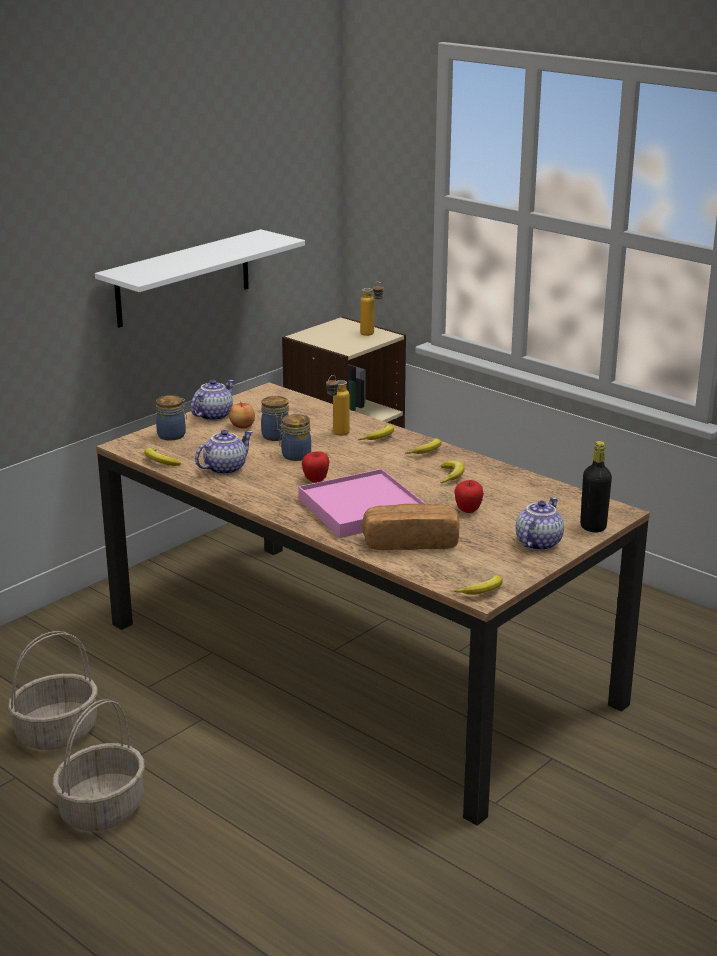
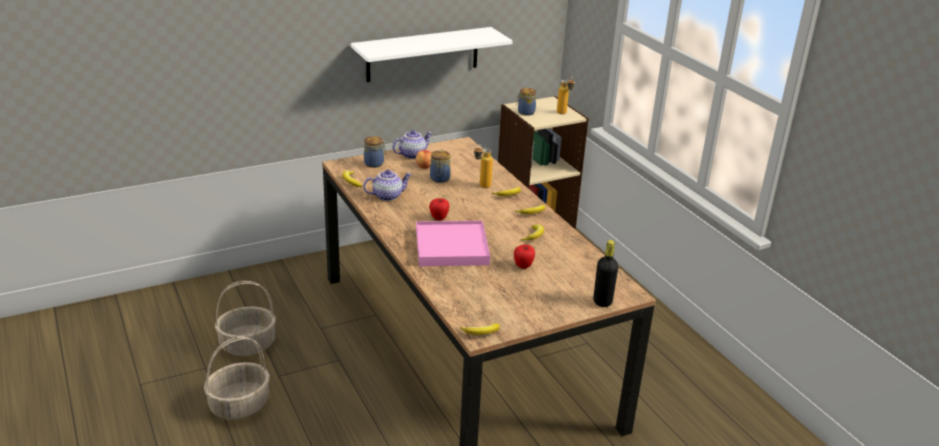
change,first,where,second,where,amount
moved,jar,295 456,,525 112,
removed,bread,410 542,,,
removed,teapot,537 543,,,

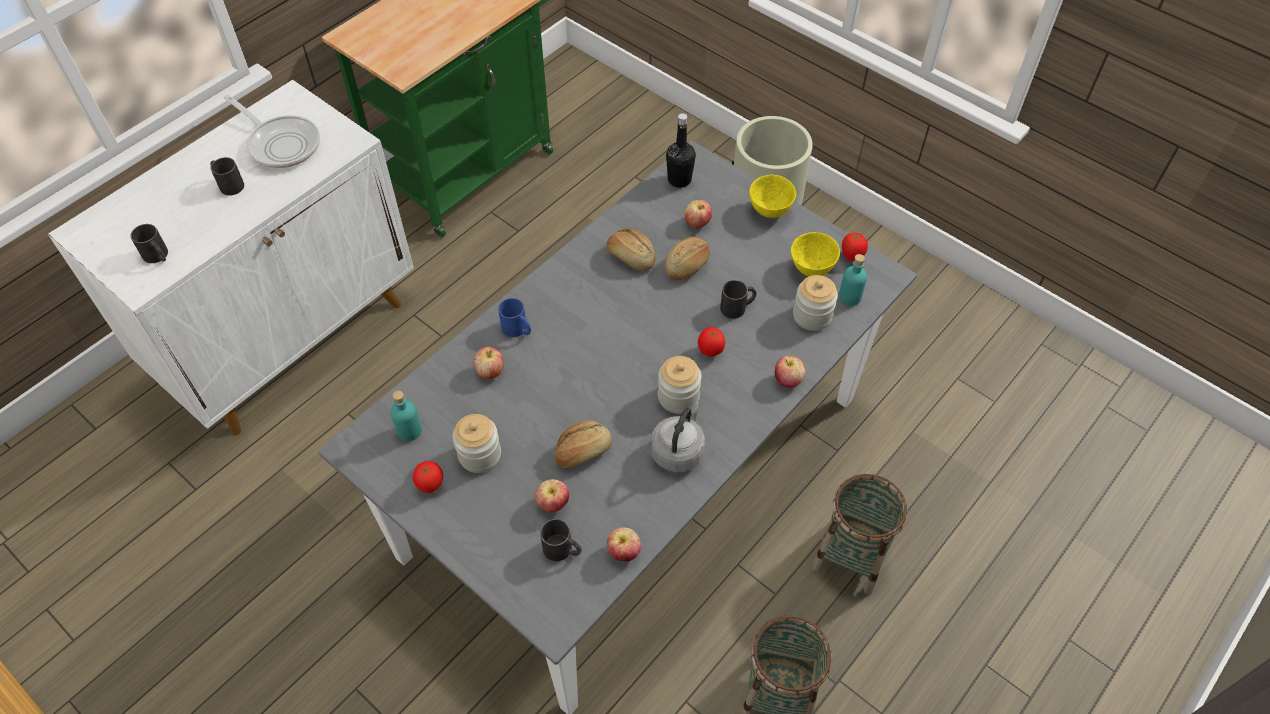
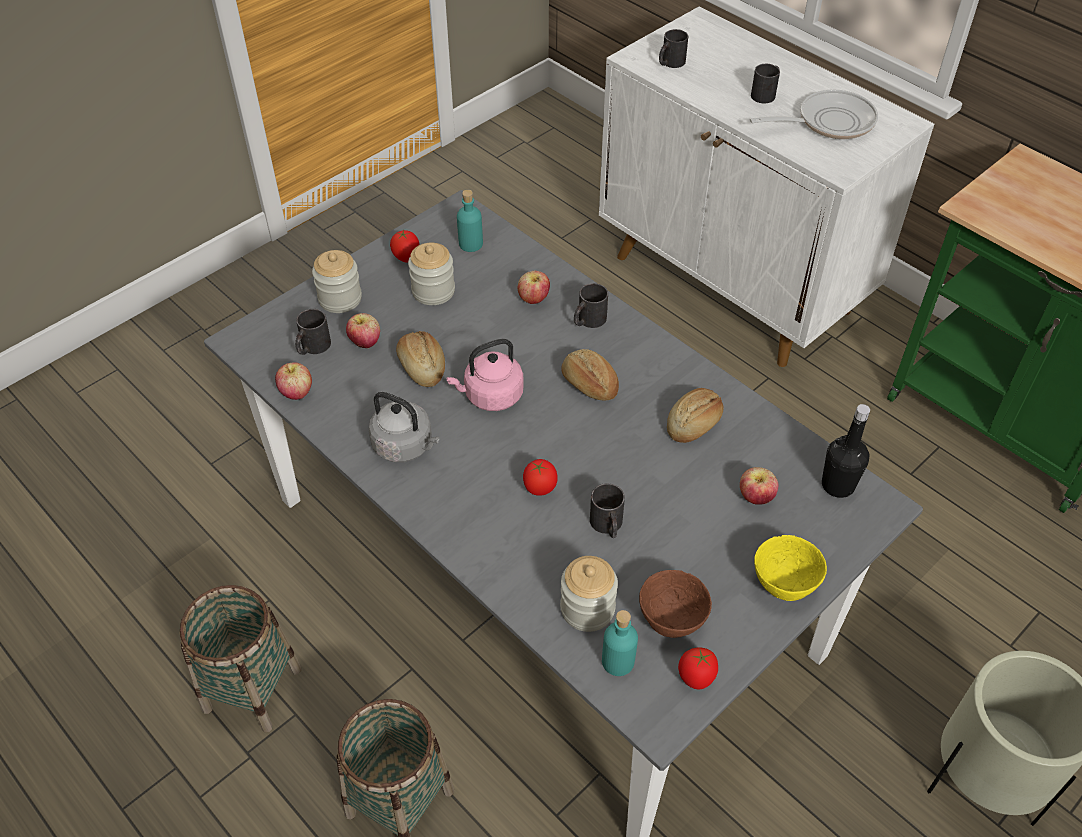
change,first,where,second,where,amount
moved,jar,678 397,,340 299,
added,,,kettle (pink),490 396,
moved,bread,688 265,,588 385,
recoloured,mug (blue),518 329,mug (black),588 321,
recoloured,bowl (yellow),812 269,bowl (brown),671 622,
turned,frying pan,281 143,,829 122,150 degrees counterclockwise
removed,apple,787 380,,,

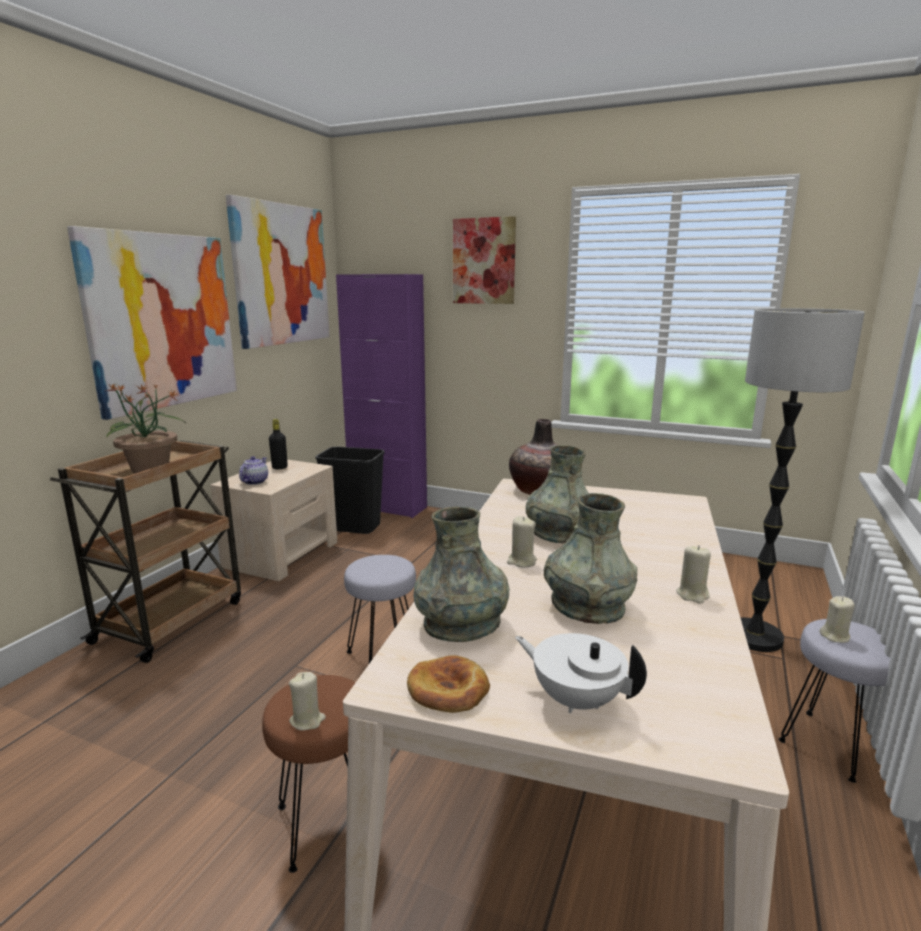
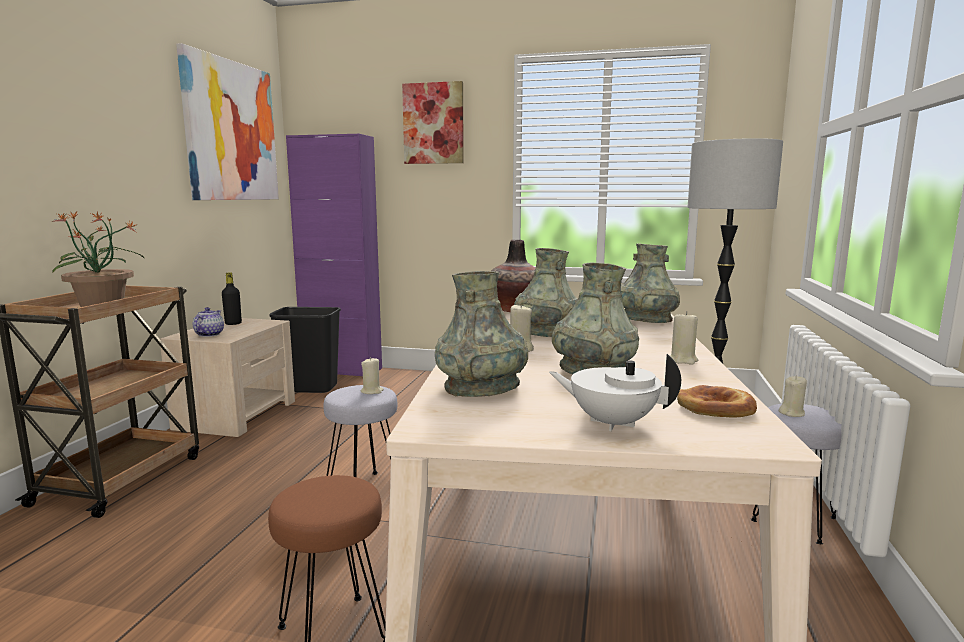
change,first,where,second,where,amount
moved,candle (beige),307 720,,372 391,
added,,,vase (grey),646 320,
moved,bread,448 689,,715 408,
removed,picture,162 321,,,

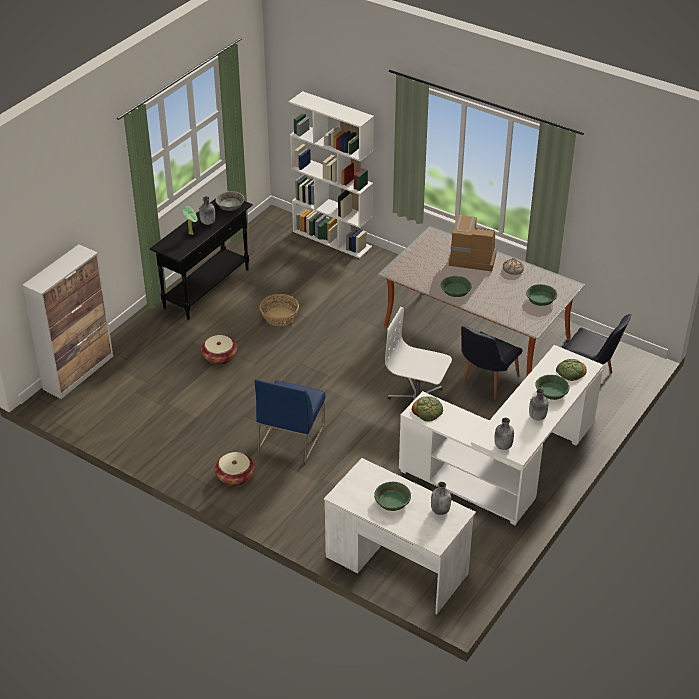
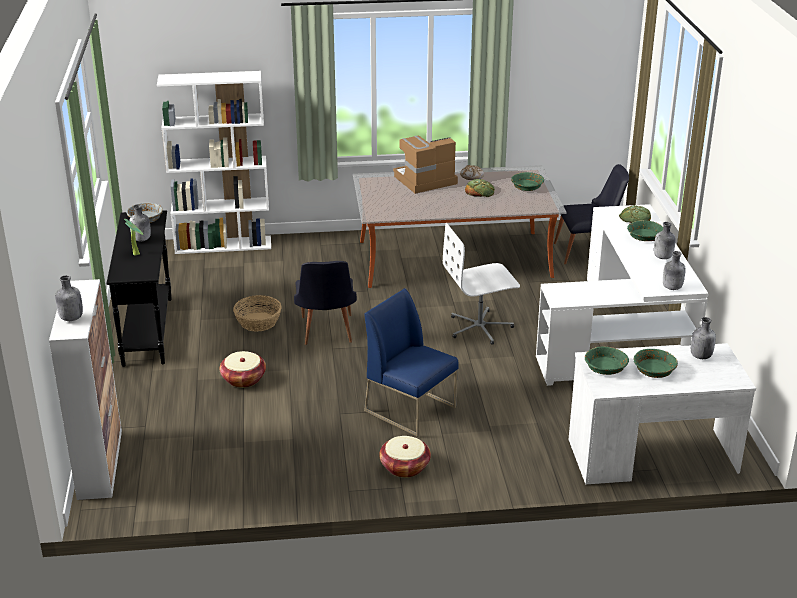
change,first,where,second,where,amount
added,,,bottle (grey),71 318,
moved,chair (black),485 383,,326 333,
turned,chair (blue),291 437,,411 409,150 degrees clockwise
moved,bread,427 410,,480 191,
moved,bowl (green),455 291,,605 368,

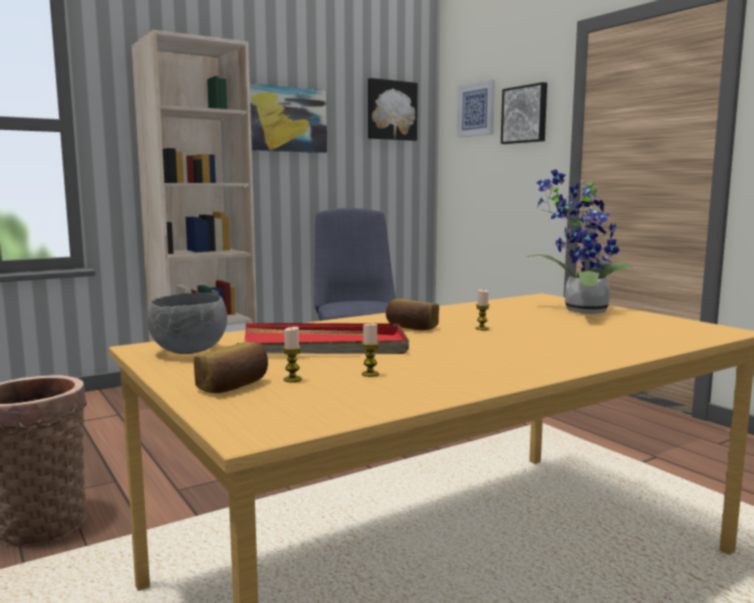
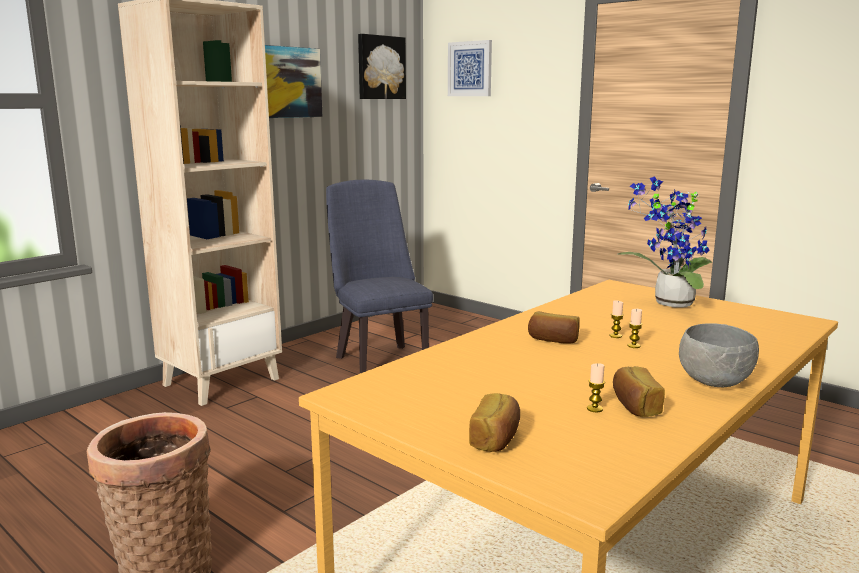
change,first,where,second,where,amount
added,,,bread,634 406,
moved,candle,292 379,,633 346,
moved,bowl (grey),190 352,,716 383,
removed,tray (red),324 346,,,
removed,picture,525 114,,,

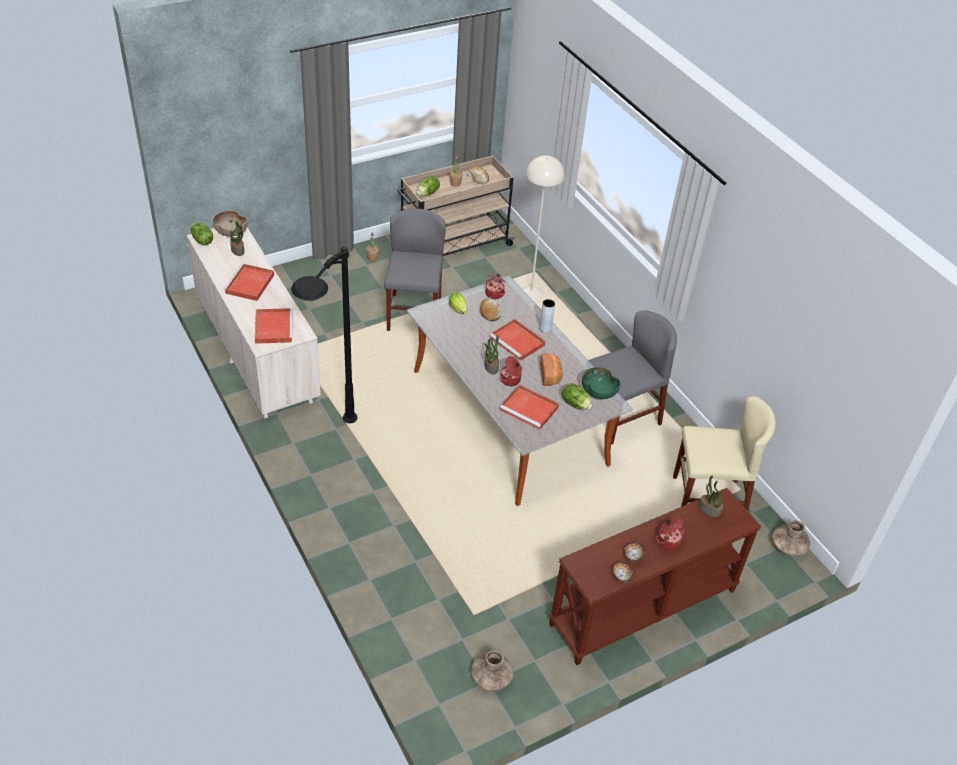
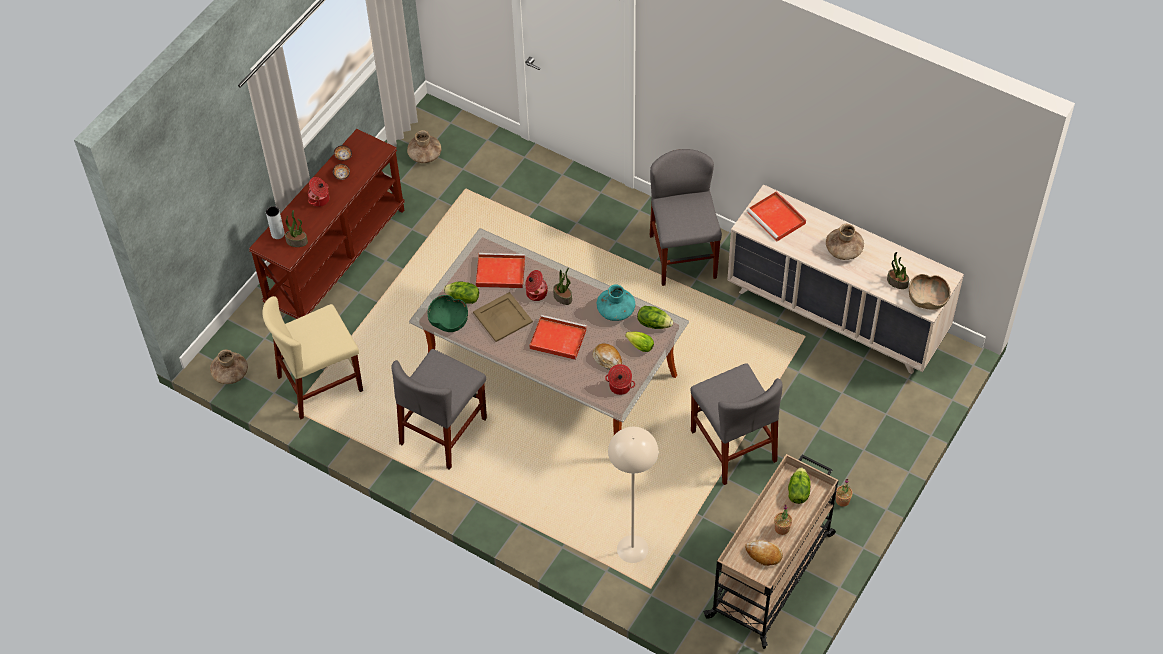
change,first,where,second,where,amount
moved,vase (grey),545 328,,278 234,
replaced,bread,550 376,tray (beige),502 317,
added,,,vase (turquoise),616 310,
moved,lettuce,202 240,,654 323,
replaced,floor lamp (black),329 450,chair (grey),683 256,
replaced,tray (red),249 285,vase (brown),843 250,

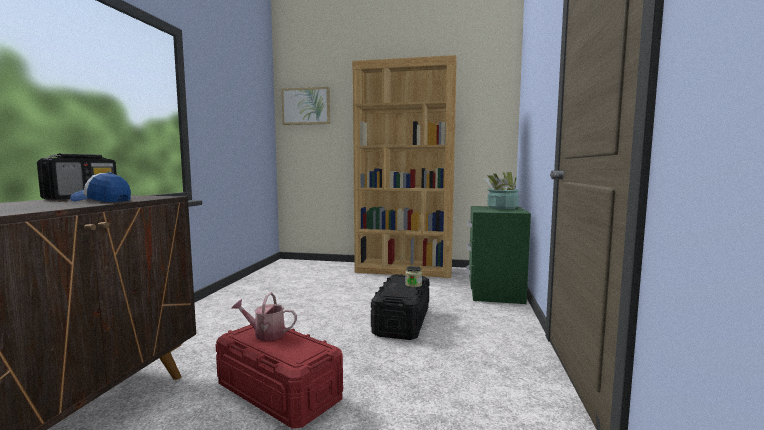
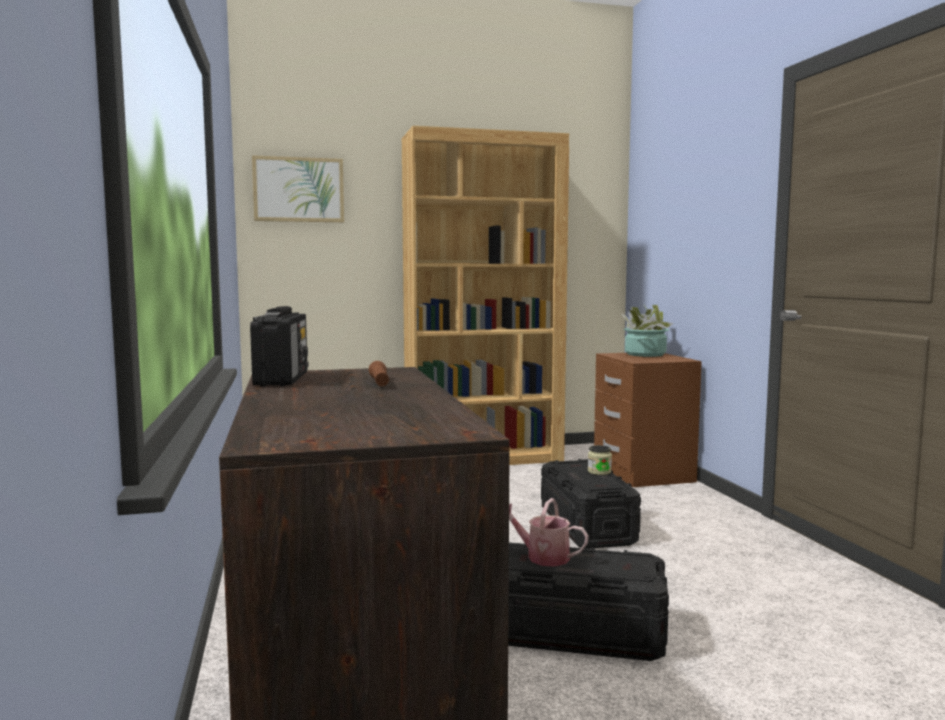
change,first,where,second,where,amount
replaced,cap,102 201,flashlight (brown),379 383,
recoloured,storage box (red),279 392,storage box (black),572 632,
turned,watering can,265 334,,542 557,45 degrees clockwise
recoloured,nightstand (green),494 292,nightstand (brown),642 473,

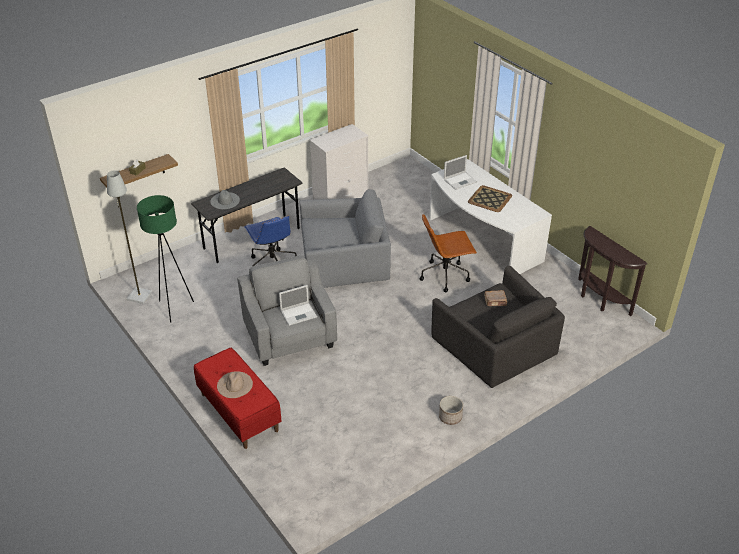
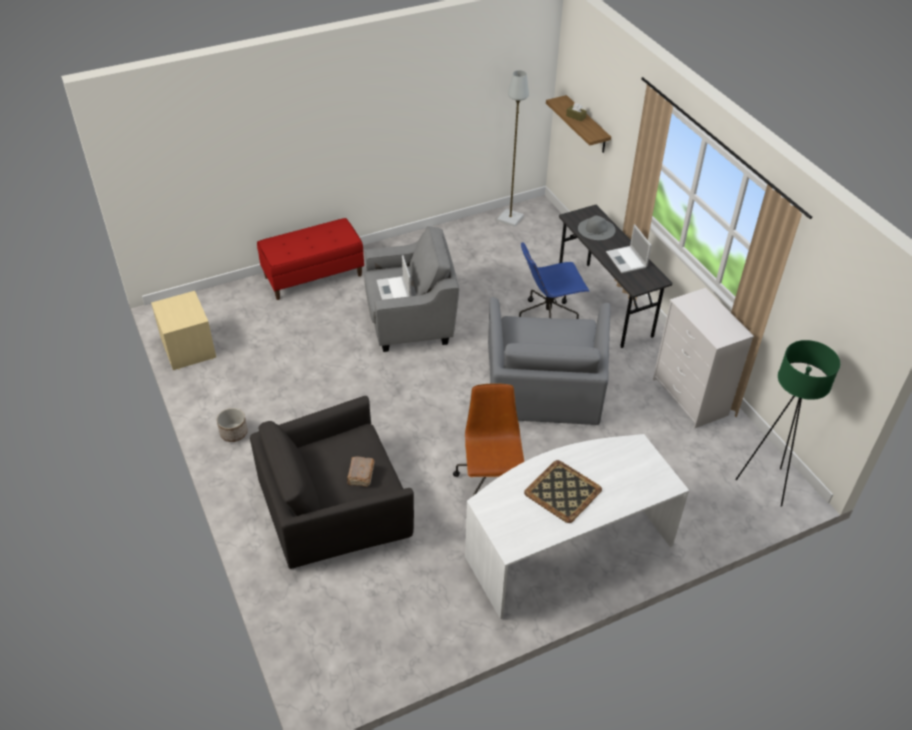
change,first,where,second,where,amount
added,,,nightstand (beige),187 348,
moved,laptop,460 180,,627 260,
moved,floor lamp (green),174 308,,765 484,
removed,hat (beige),235 384,,,
removed,console table (brown),599 300,,,

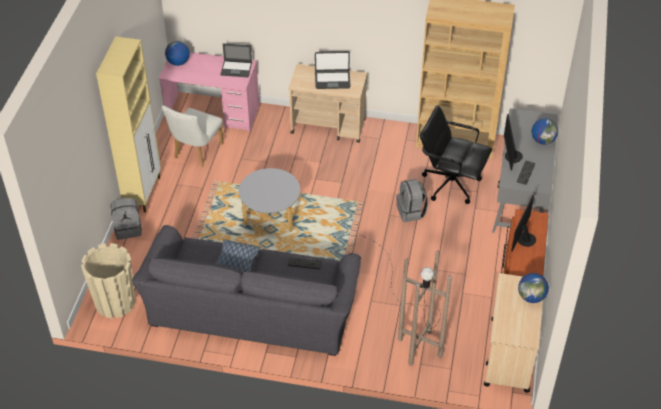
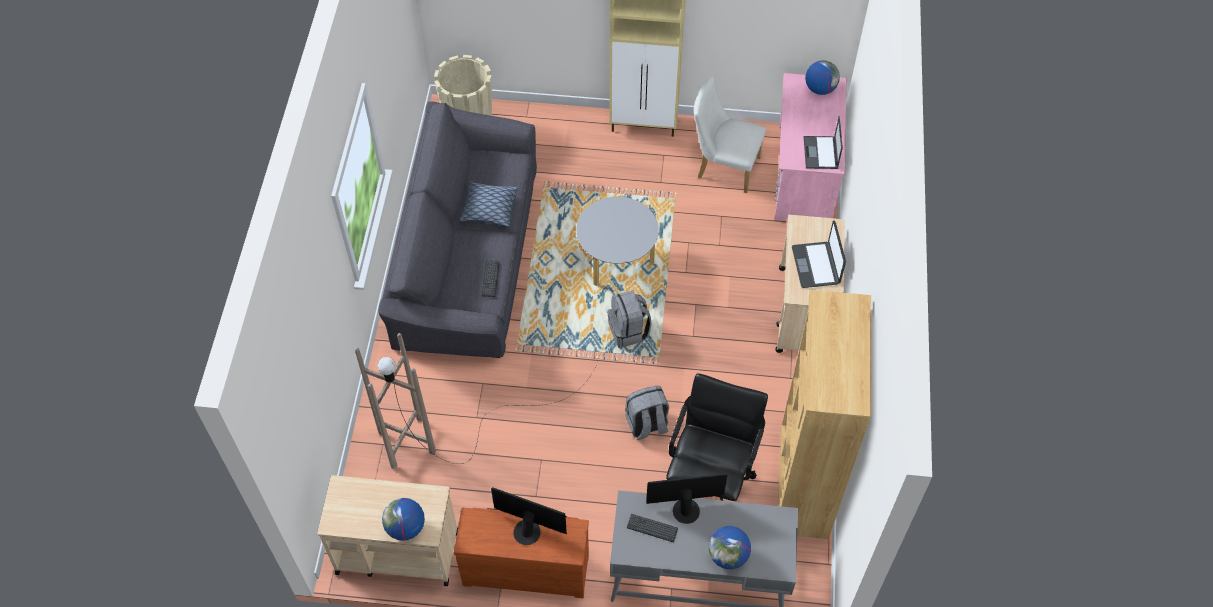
change,first,where,second,where,amount
moved,backpack (grey),128 229,,629 331,

